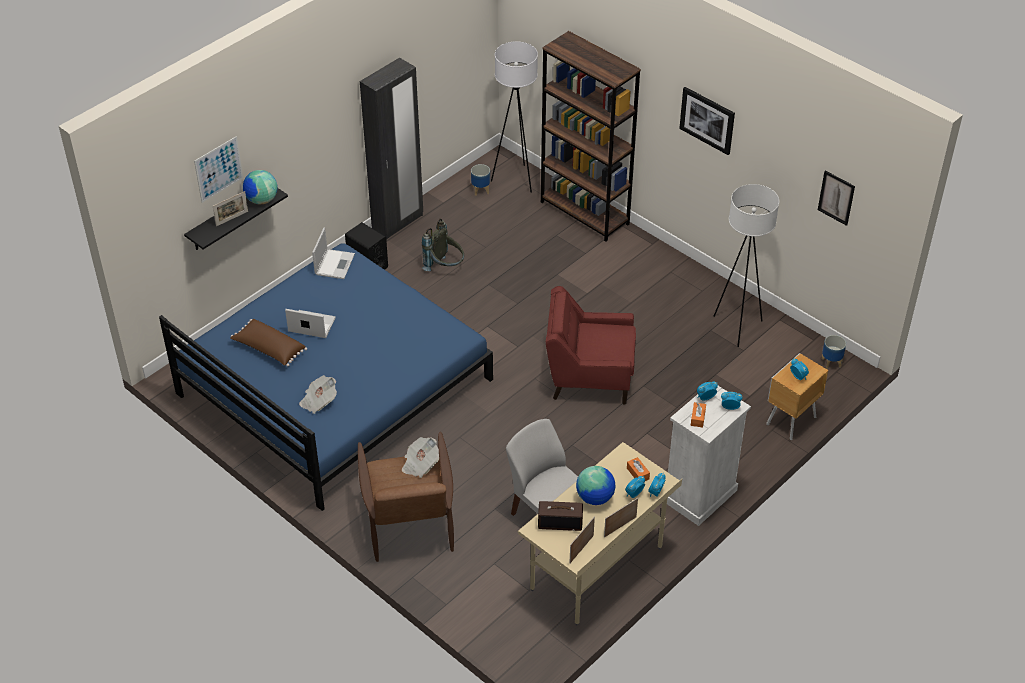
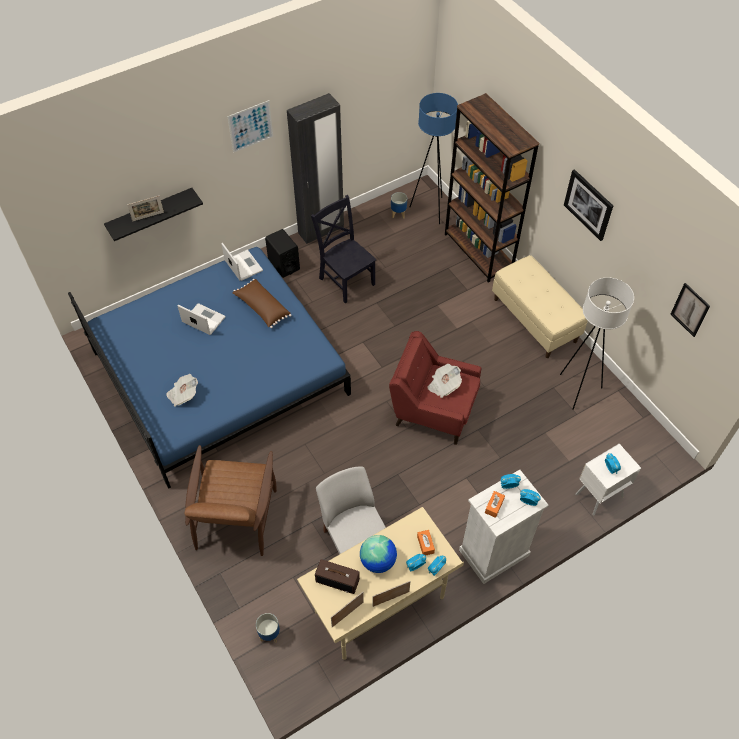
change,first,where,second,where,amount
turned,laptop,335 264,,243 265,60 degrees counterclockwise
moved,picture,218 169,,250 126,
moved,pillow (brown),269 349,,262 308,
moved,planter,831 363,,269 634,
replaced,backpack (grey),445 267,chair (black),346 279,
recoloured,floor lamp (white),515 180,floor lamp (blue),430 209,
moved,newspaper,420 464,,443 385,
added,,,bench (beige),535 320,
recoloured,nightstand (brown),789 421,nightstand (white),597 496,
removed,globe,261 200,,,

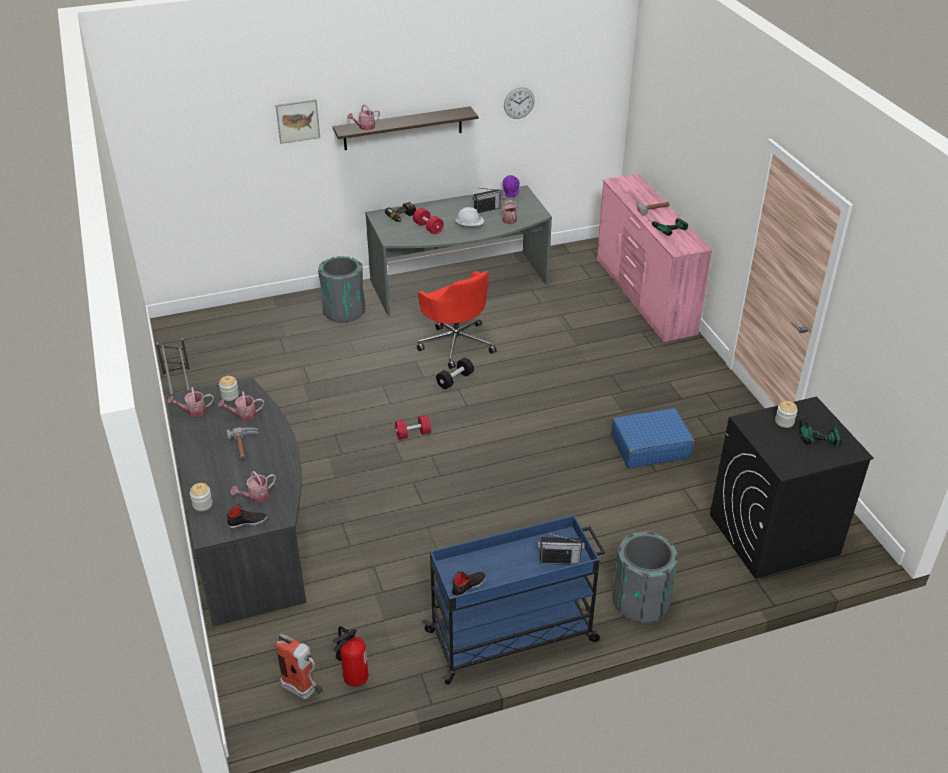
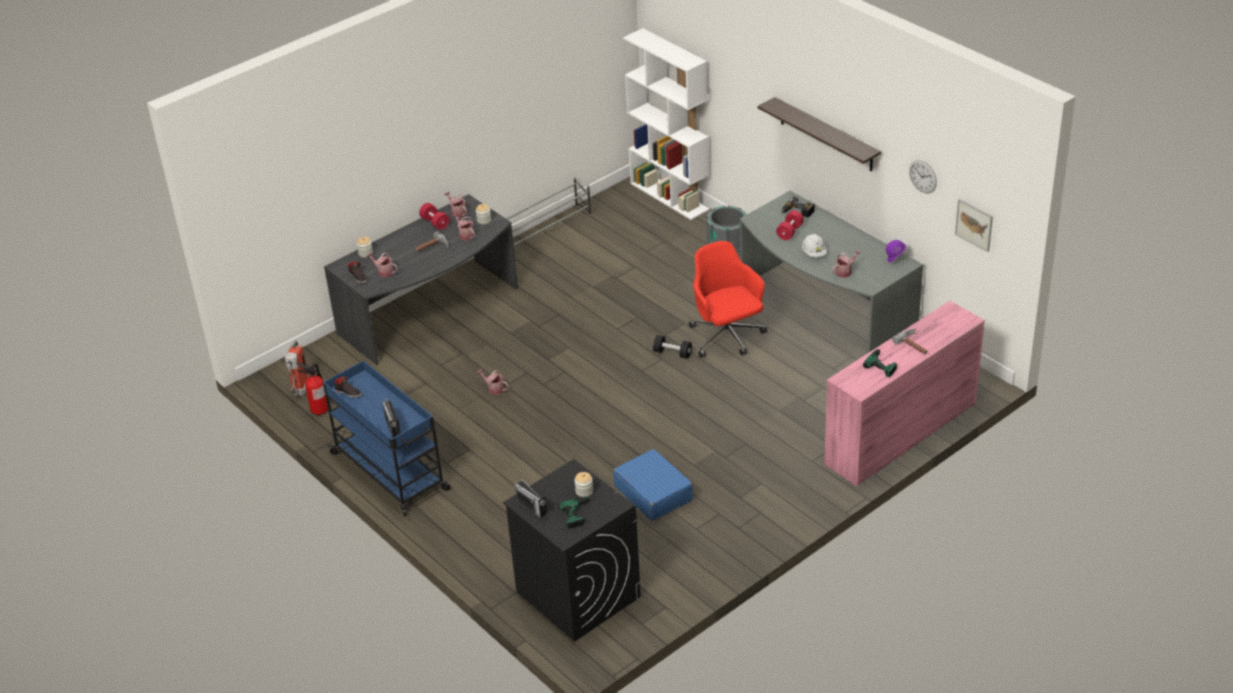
change,first,where,second,where,amount
moved,dumbbell (red),413 434,,435 223,
moved,watering can,364 127,,494 388,
moved,radio,487 209,,532 508,
added,,,bookcase (white),670 196,
turned,office chair (red),456 343,,727 337,120 degrees clockwise
moved,picture,298 121,,974 225,
removed,trash can (grey),640 602,,,

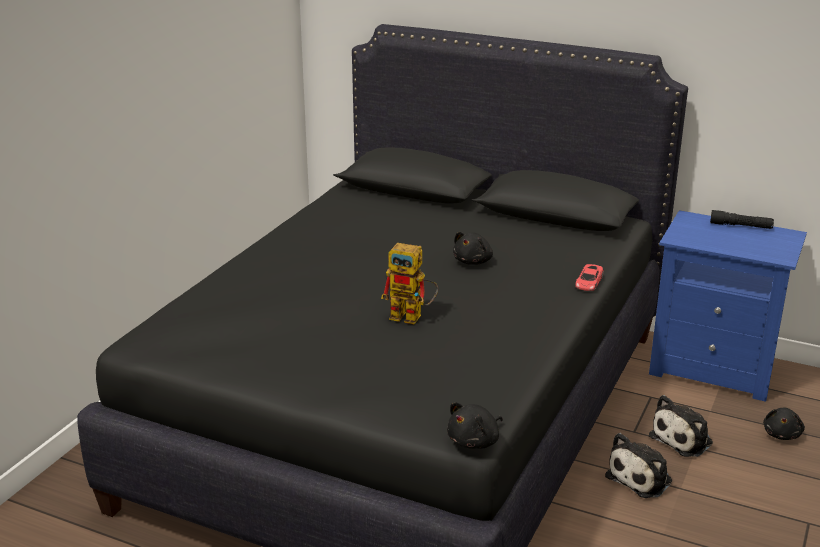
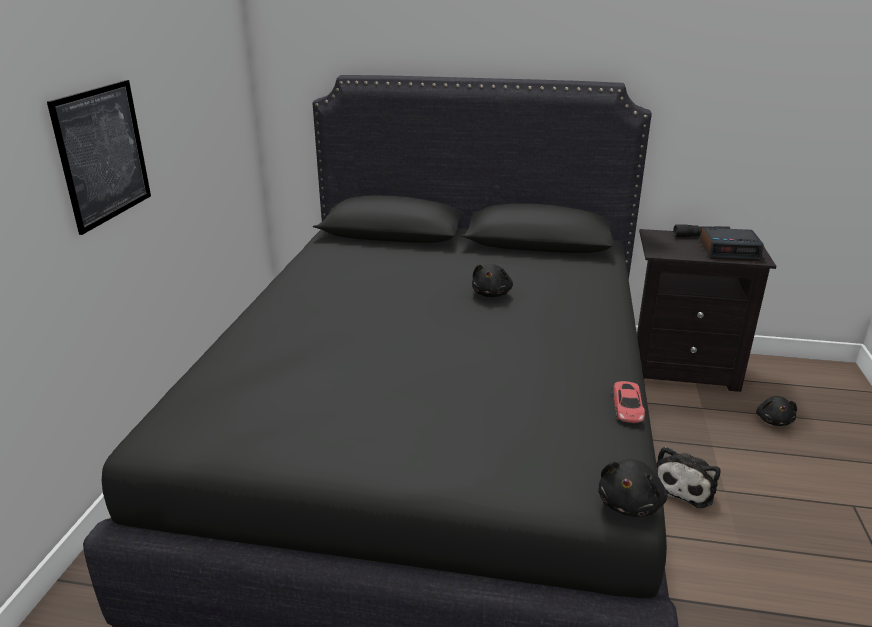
change,first,where,second,where,amount
added,,,picture,103 154,
moved,toy car (red),589 282,,627 407,
recoloured,nightstand (blue),714 369,nightstand (black),682 368,
added,,,alarm clock,729 250,
removed,toy robot,412 317,,,
removed,plush toy,683 439,,,

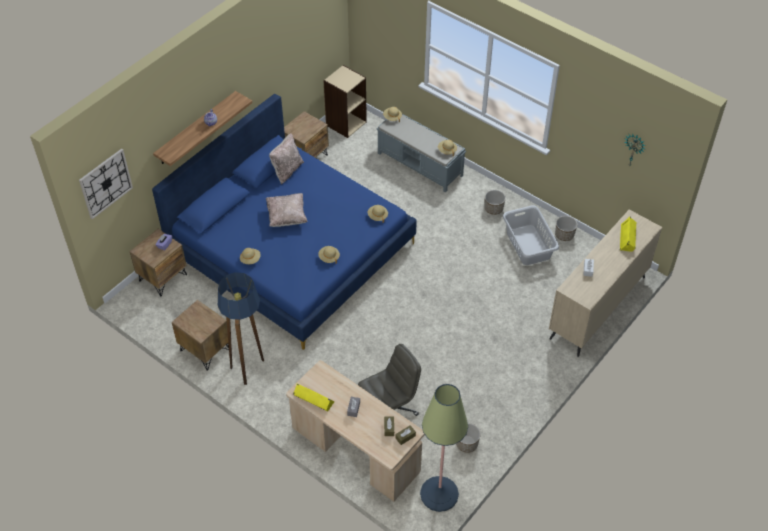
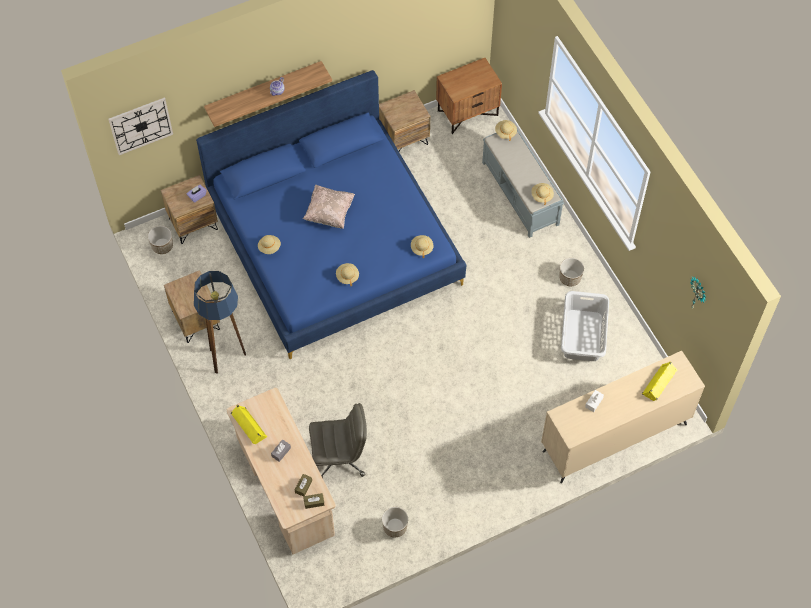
change,first,where,second,where,amount
moved,planter,564 235,,162 246,
replaced,bookcase (beige),345 123,nightstand (brown),467 112,
removed,pillow (beige),287 170,,,
removed,floor lamp,439 494,,,

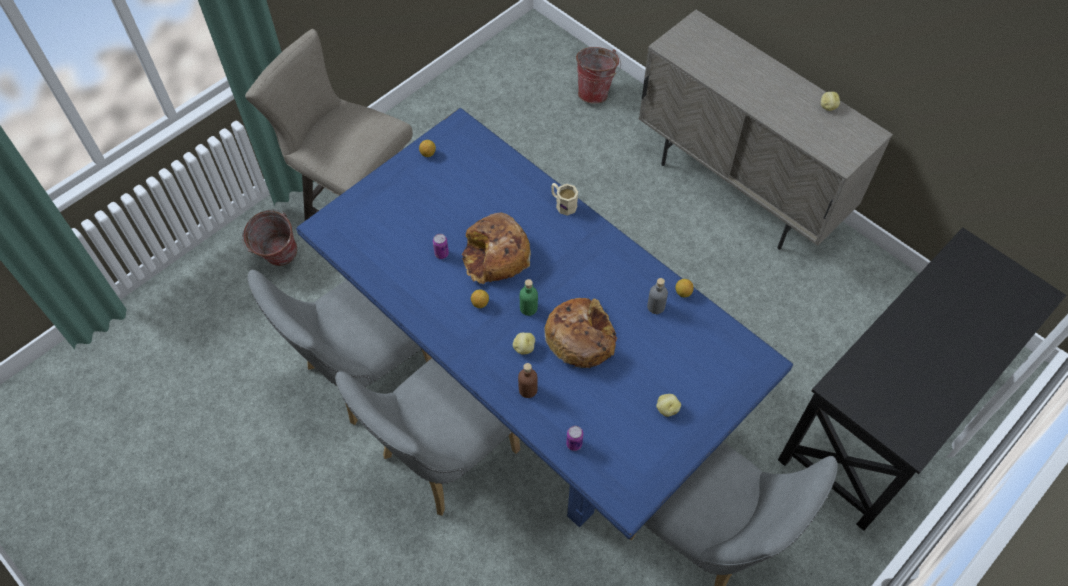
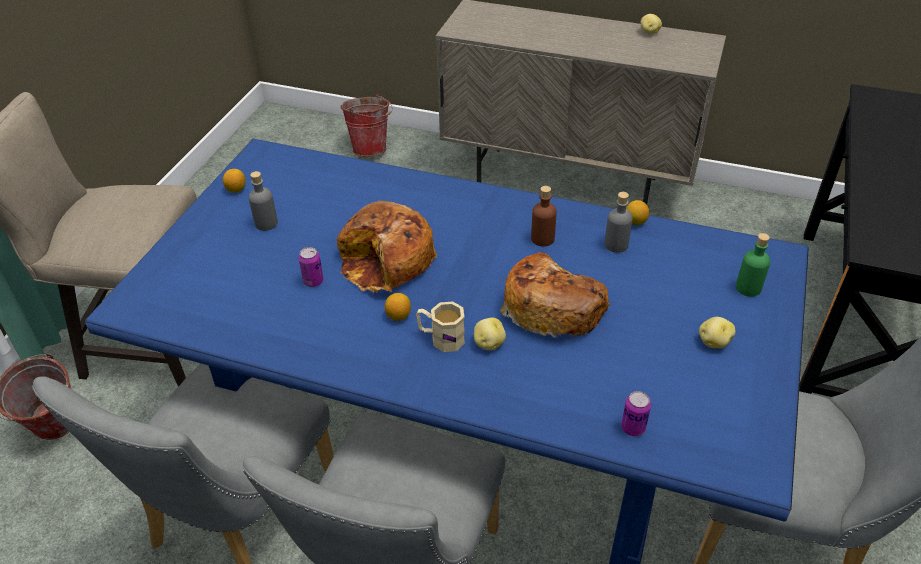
change,first,where,second,where,amount
added,,,bottle (grey),266 223,
moved,mug (beige),563 204,,441 338,
moved,bottle (brown),528 389,,542 239,
moved,bottle (green),528 308,,748 288,

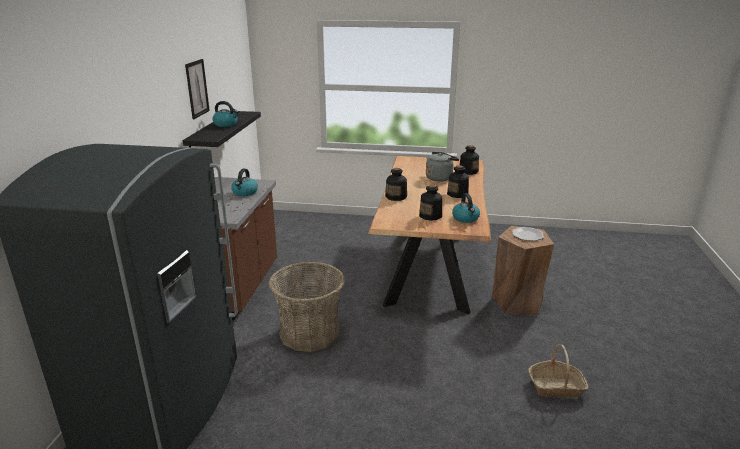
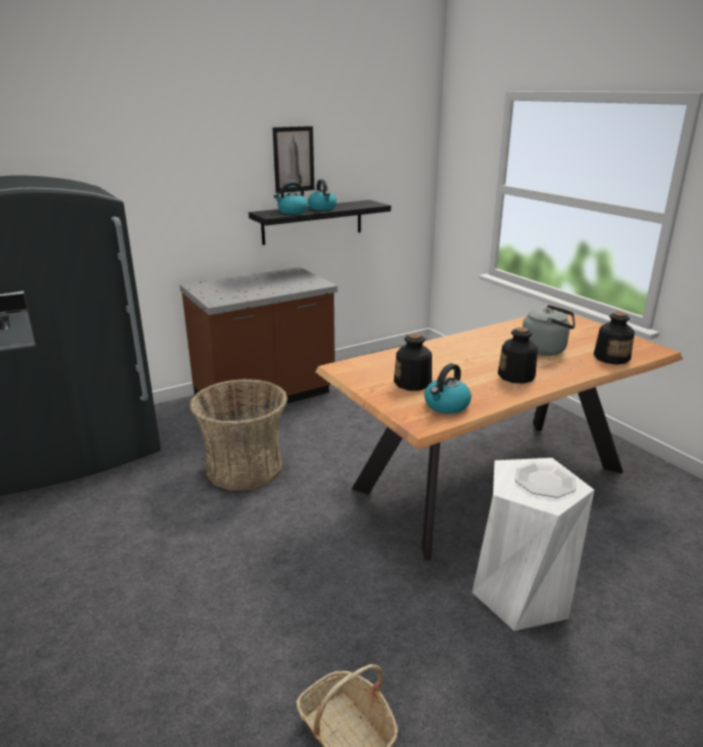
change,first,where,second,where,amount
moved,kettle,245 193,,292 212,
recoloured,stool (brown),518 302,stool (white),521 594,
removed,bottle,396 197,,,

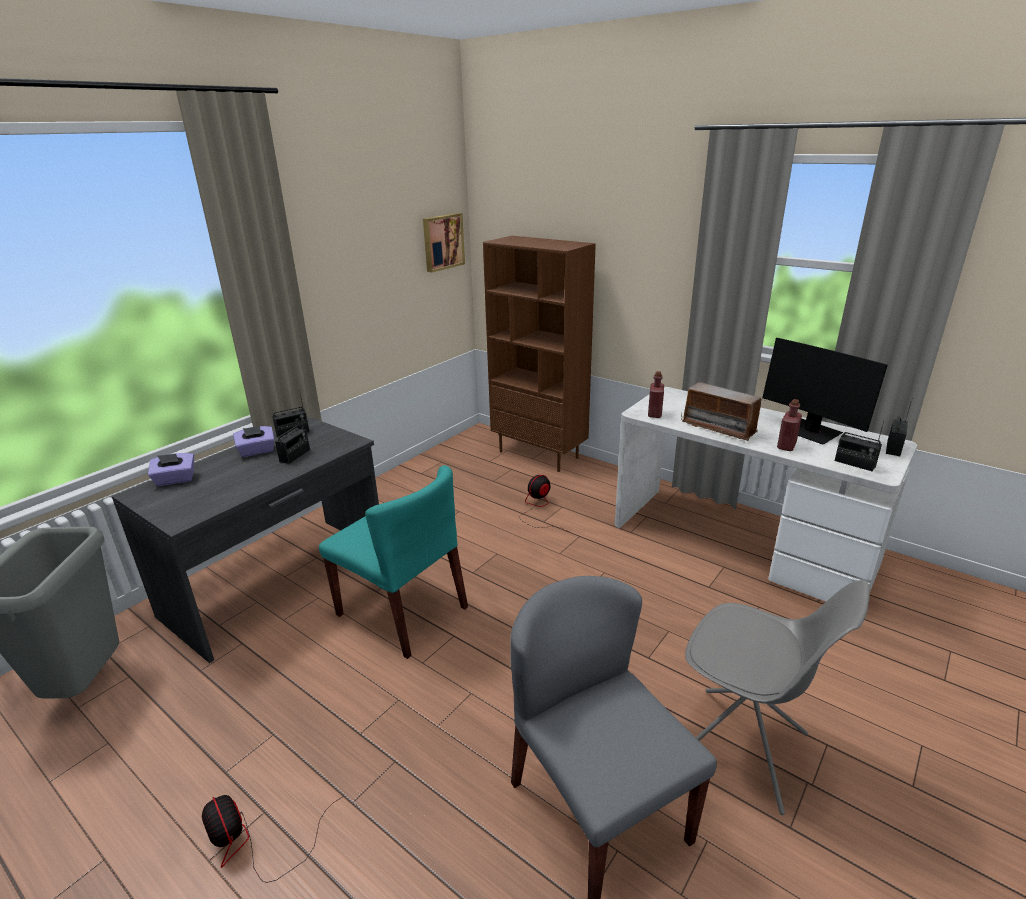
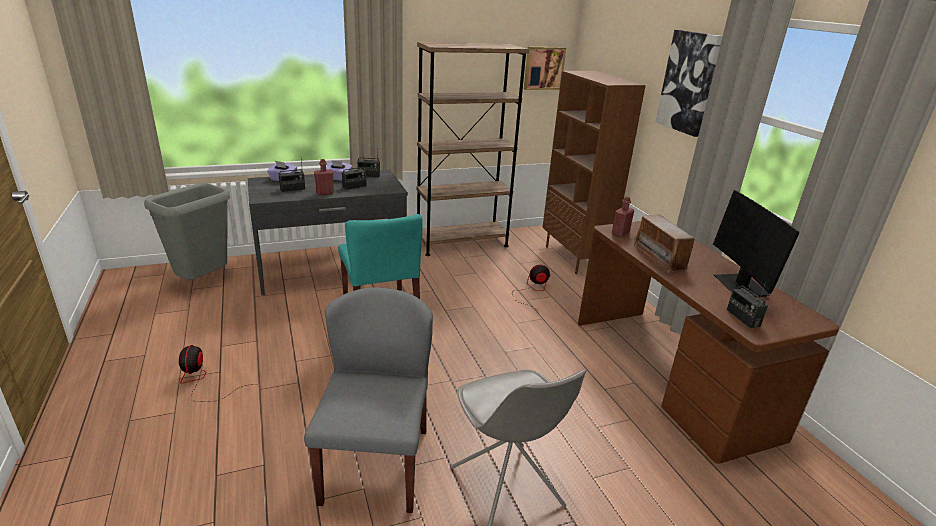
change,first,where,second,where,amount
moved,radio,894 448,,292 189,
moved,bottle (red),786 446,,325 193,
added,,,bookcase (brown),462 243,
recoloured,desk (white),740 543,desk (brown),669 374,
added,,,picture,689 82,

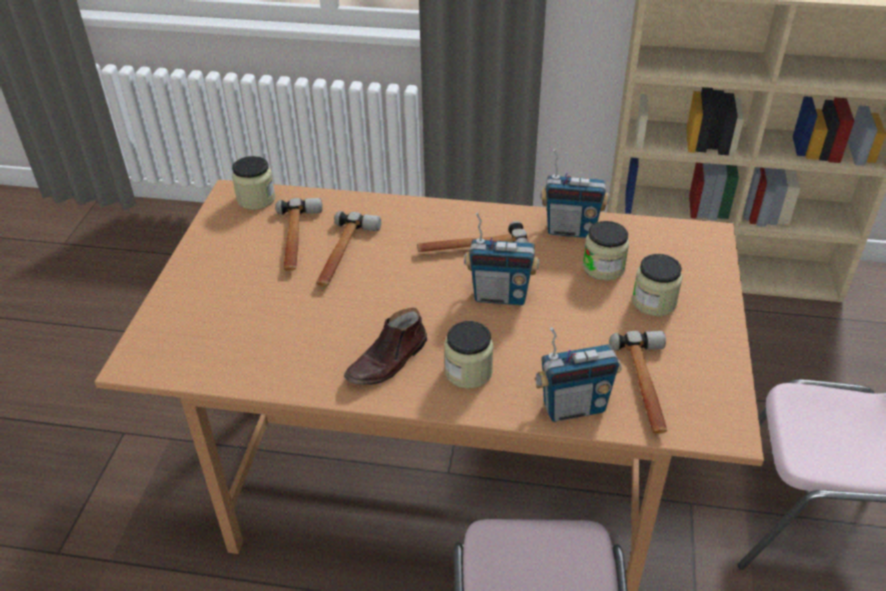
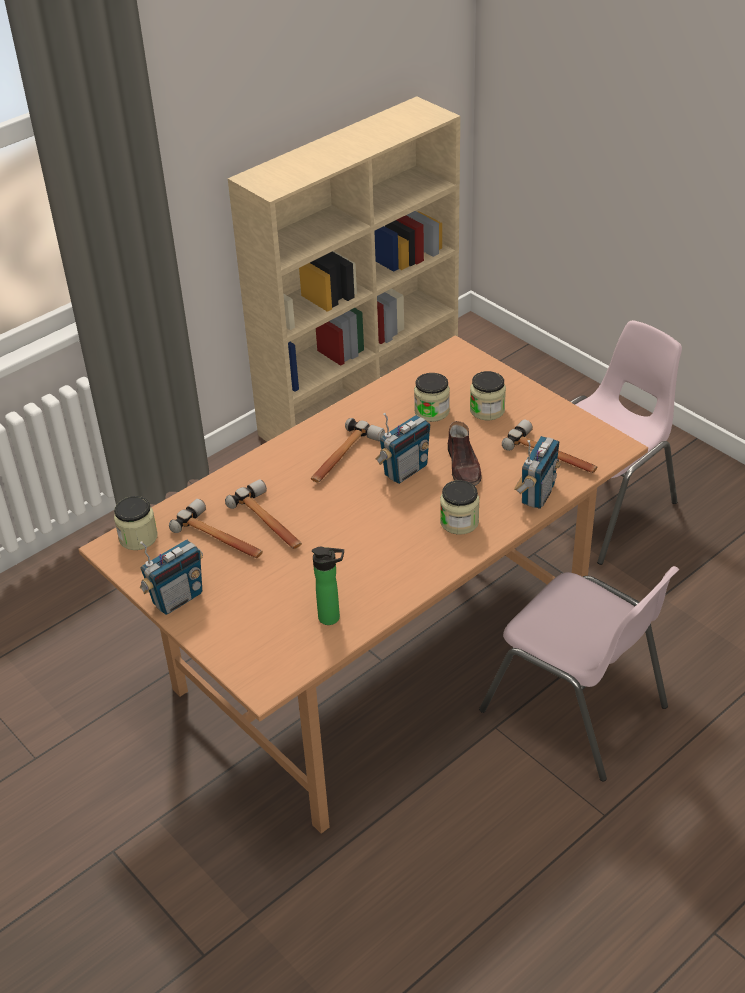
change,first,where,second,where,amount
moved,radio,571 230,,177 598,
added,,,bottle,332 618,
moved,shoe (brown),388 361,,464 467,

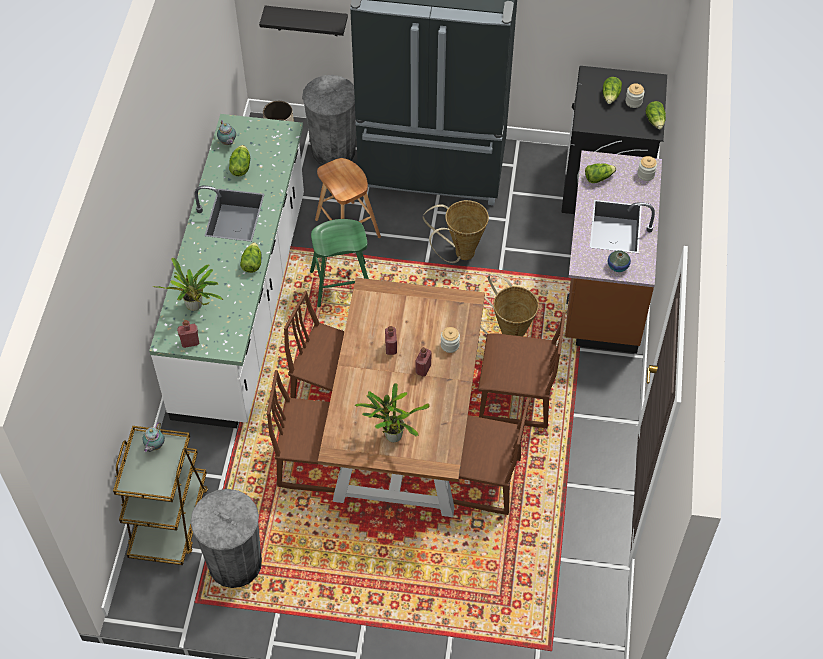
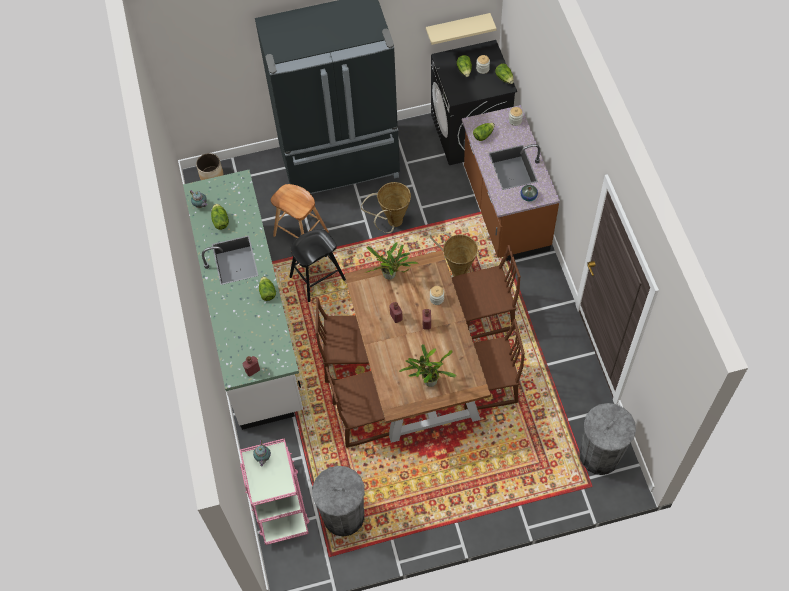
change,first,where,second,where,amount
recoloured,cart (brown),169 519,cart (pink),279 503,
recoloured,stool (green),341 284,stool (black),317 278,
moved,potted plant,195 307,,391 276,
added,,,shelf (beige),457 28,
moved,trash can (grey),333 151,,599 455,
removed,shelf (black),307 21,,,

